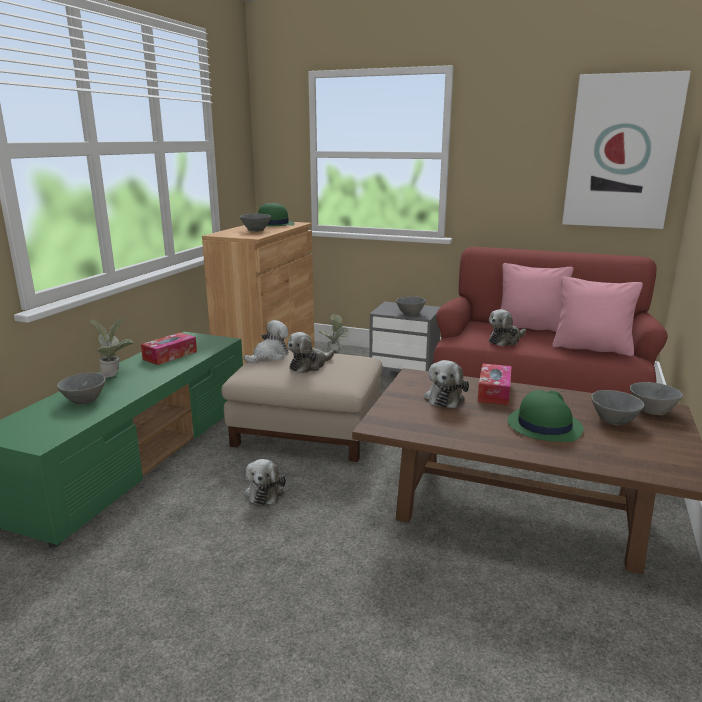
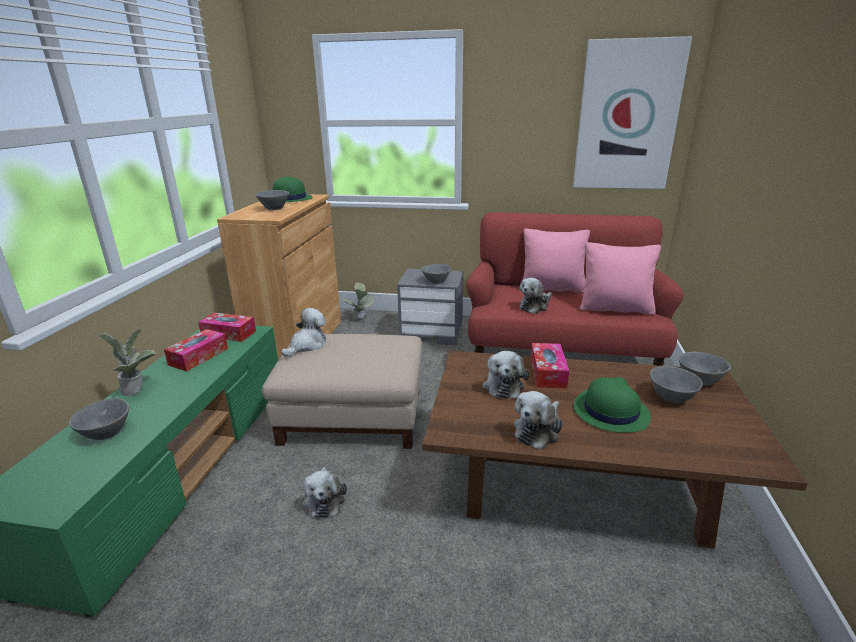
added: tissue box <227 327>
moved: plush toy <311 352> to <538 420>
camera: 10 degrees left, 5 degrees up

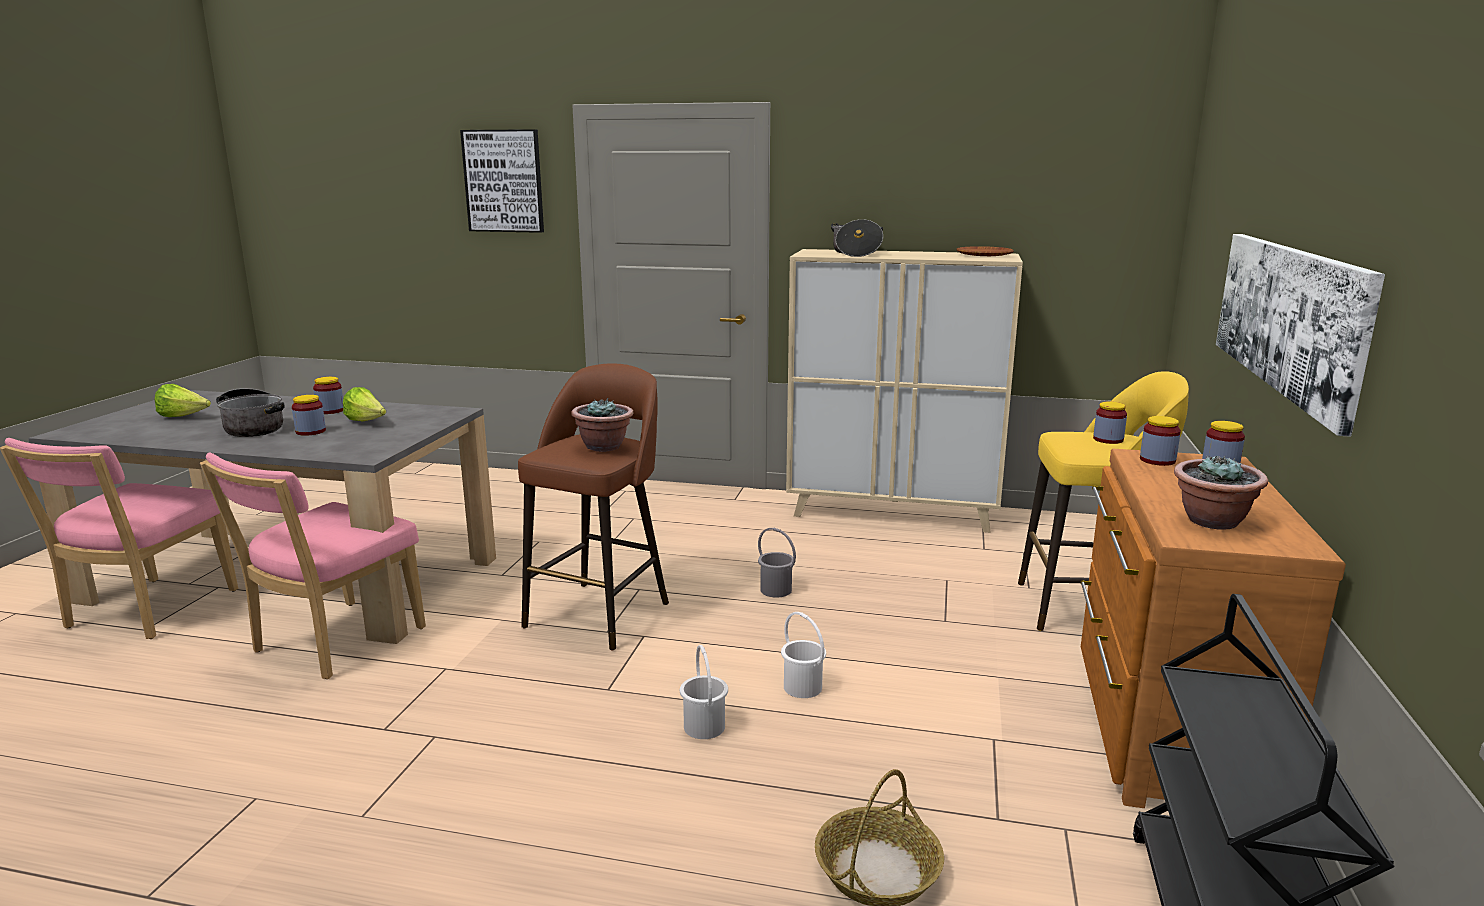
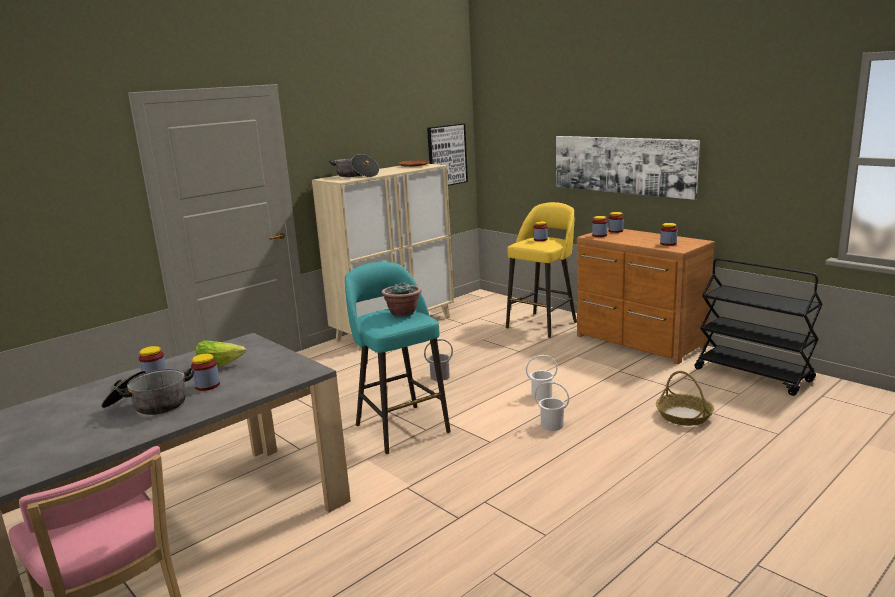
removed: lettuce head <183 400>; pink-coloured plain chair <313 566>
moved: picture <502 181> to <447 154>
replaced: houseplant <1221 492> to jar <668 234>
recoloured: brown sitting stool <593 507> to turquoise sitting stool <398 358>
camera: 55 degrees left, 0 degrees up

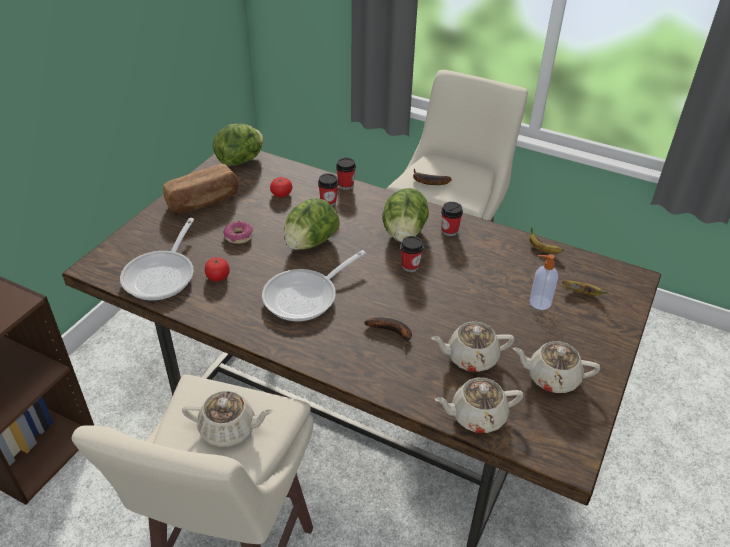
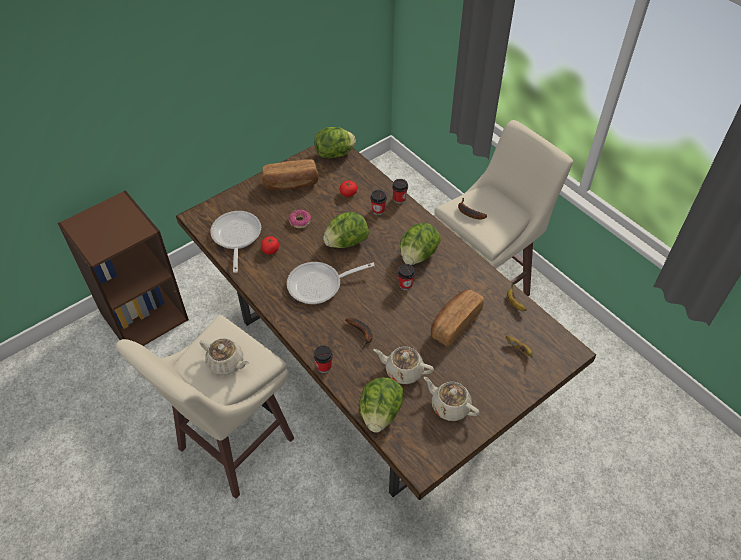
removed: soap dispenser <543 282>
added: bakery bread <457 317>
moved: drinking cup <452 219> to <323 359>
replaced: beige-coloured tea pot <479 405> to lettuce head <381 405>
turned: pan <157 259> = <235 242> 135 degrees clockwise
camera: 25 degrees right, 10 degrees up

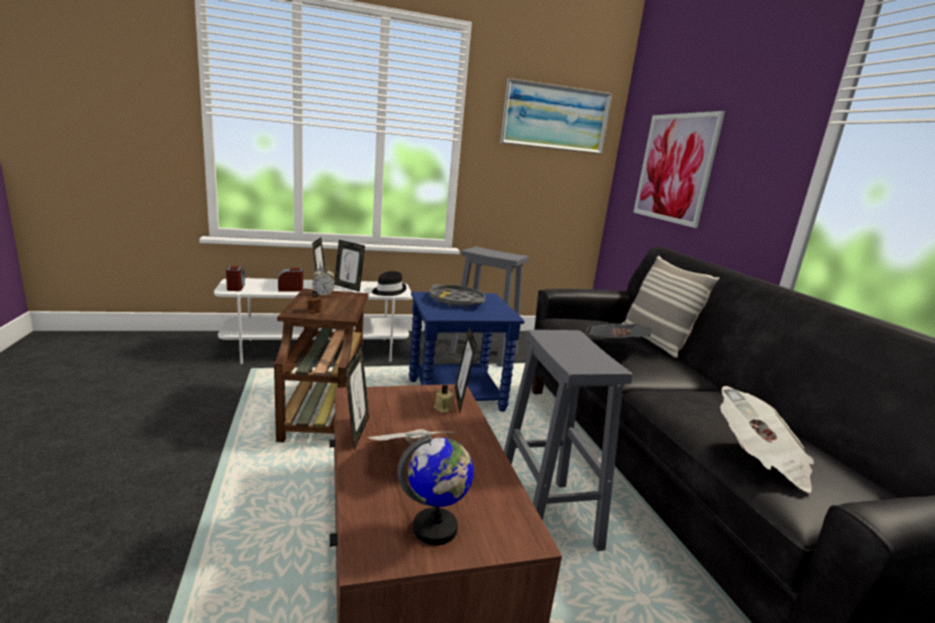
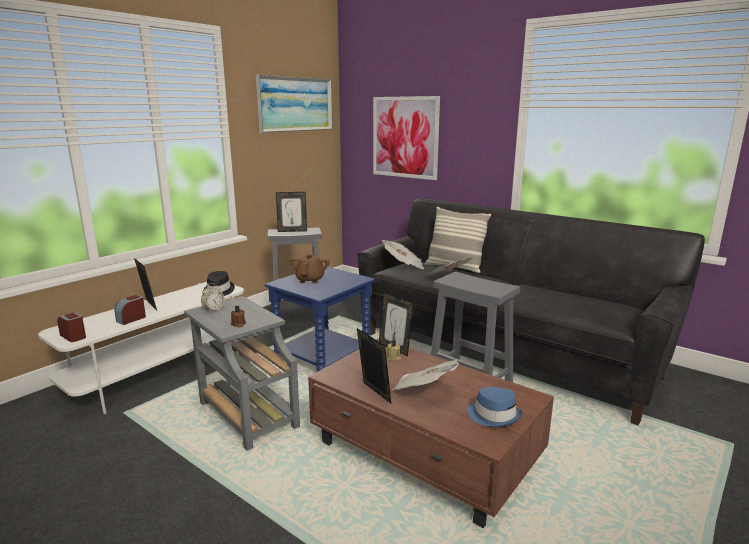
moved: photo frame <349 266> to <291 212>; printed paper <767 439> to <403 254>
replaced: desk globe <436 489> to blue-coloured clothing hat <494 407>; gray tray <457 295> to brown tea pot <309 268>
recoloured: brown side table <321 365> to gray side table <242 373>
camera: 35 degrees left, 0 degrees up

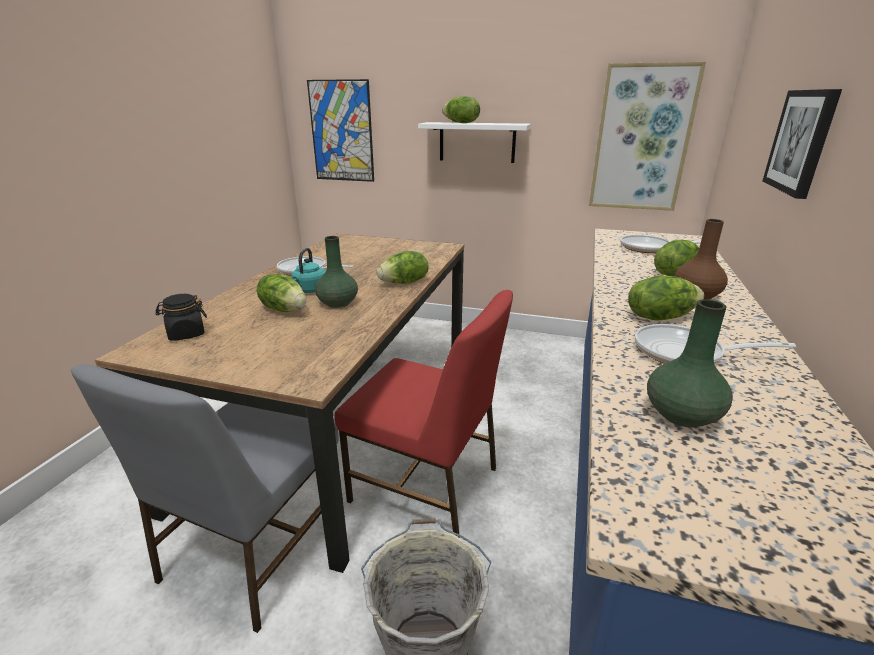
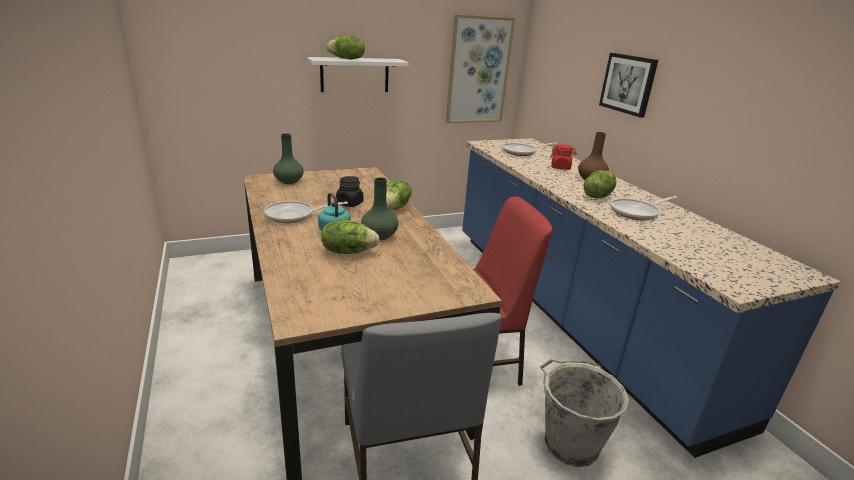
removed: picture <340 130>
moved: black jar <181 317> to <349 191>; green-coloured flower vase <690 363> to <288 158>
replaced: lettuce head <676 258> to red jar <563 157>
camera: 40 degrees left, 0 degrees up

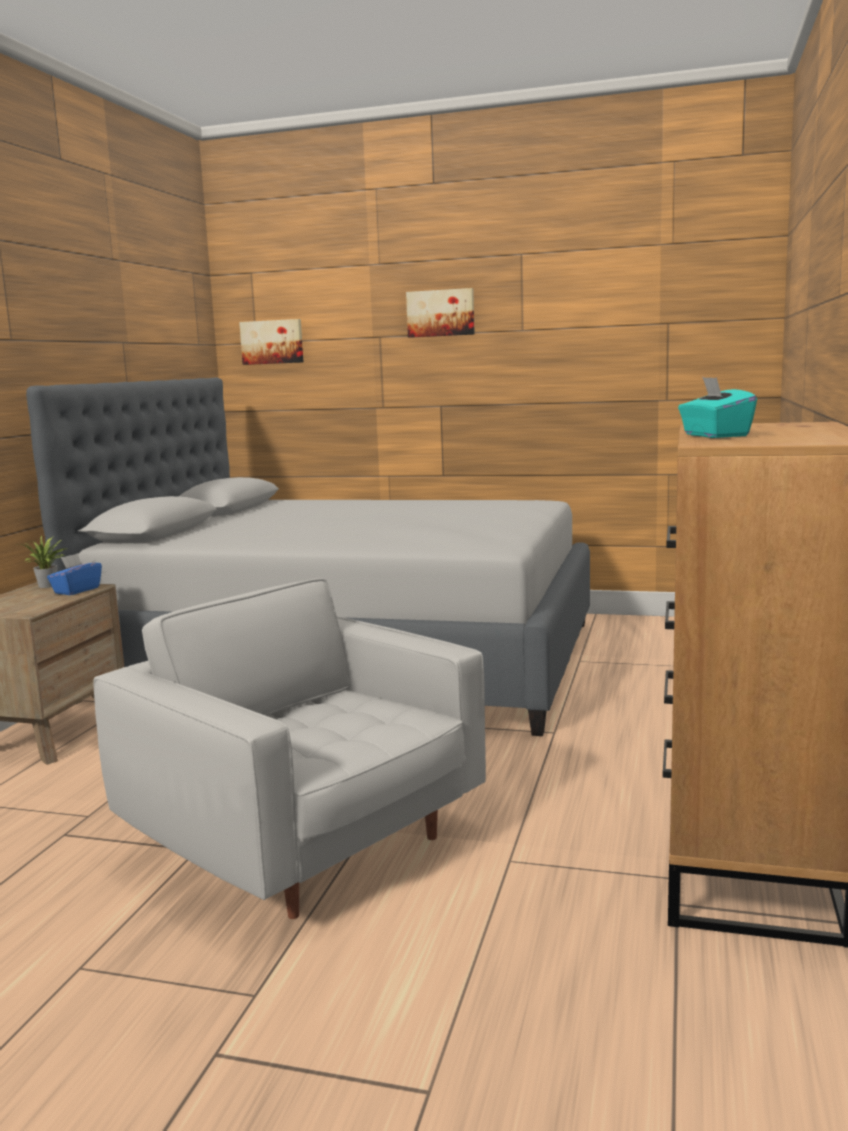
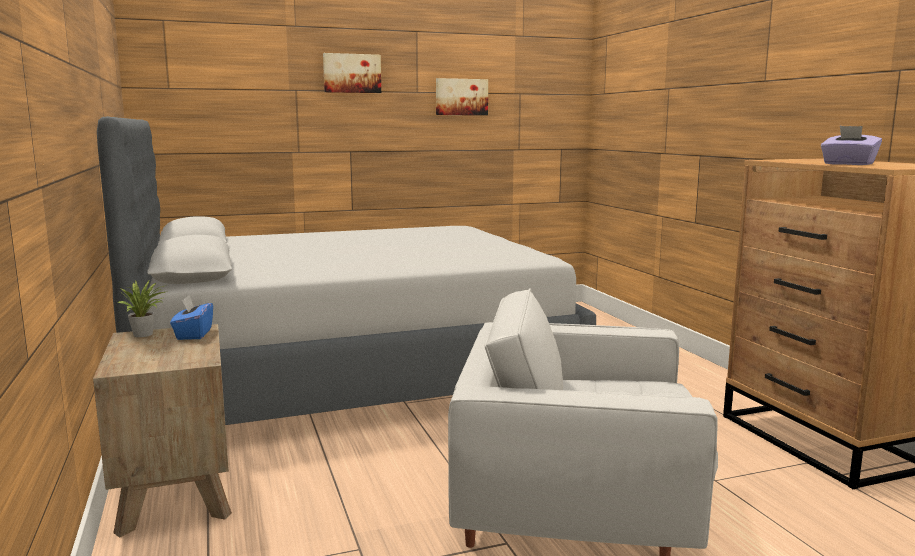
moved: picture <271 342> to <462 96>
recoloured: turquoise tissue box <717 407> to purple-coloured tissue box <851 145>
camera: 35 degrees left, 0 degrees up

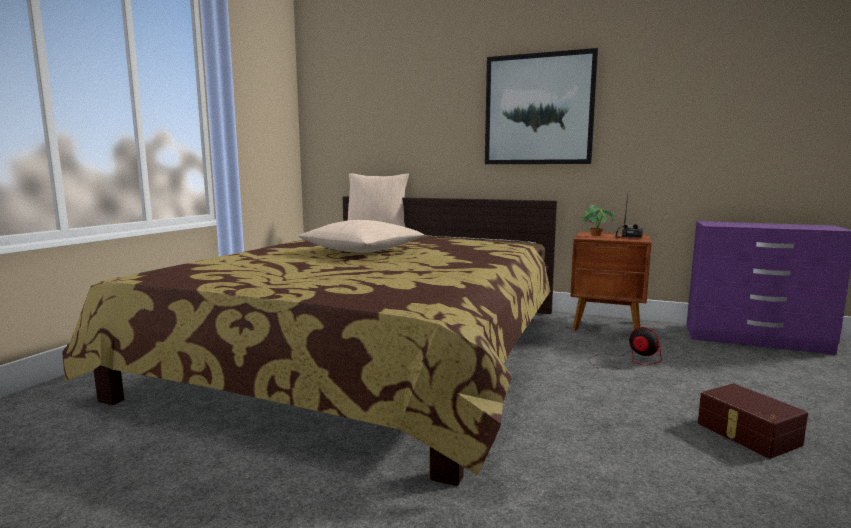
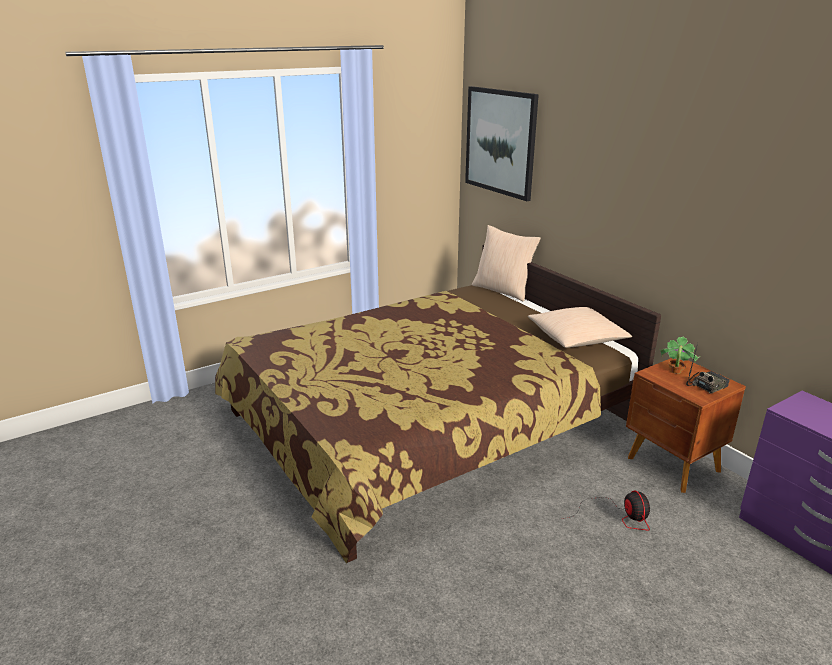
removed: brown storage container <753 421>
moved: beige-coloured pillow <361 236> to <580 327>; picture <541 106> to <502 143>
camera: 35 degrees right, 15 degrees up

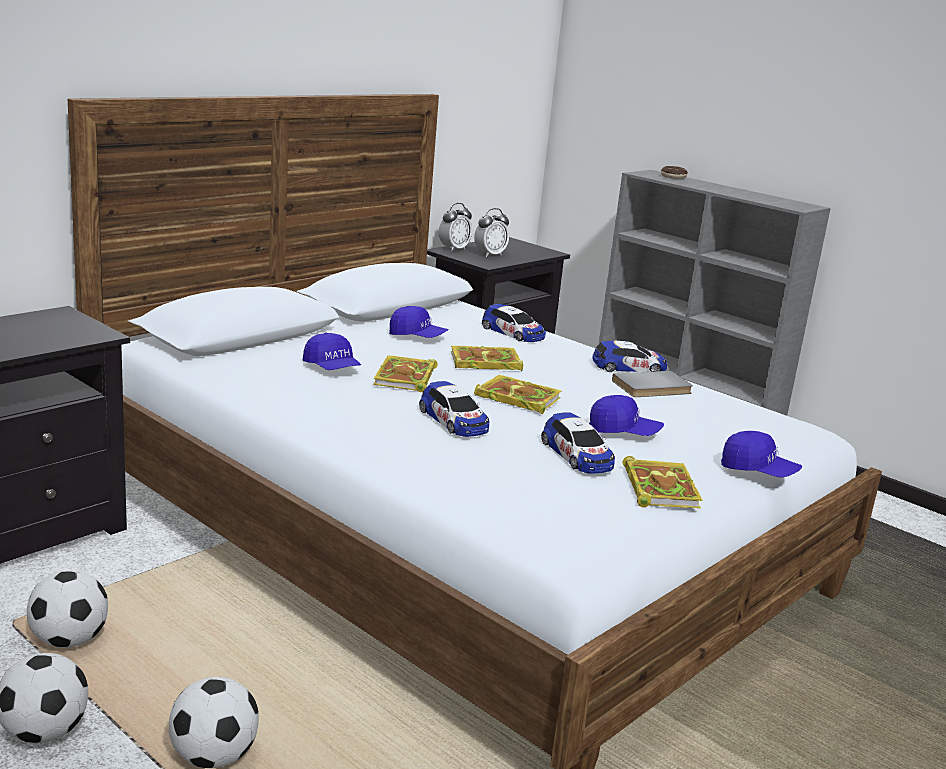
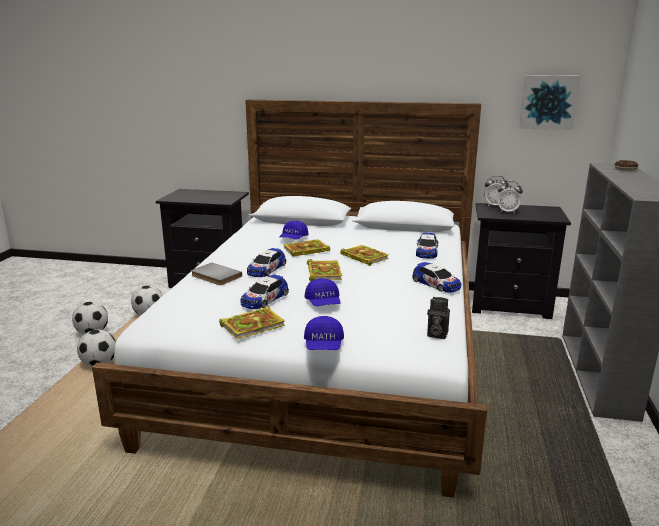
removed: blue-coloured cap <419 322>
added: photo camera <438 318>; picture <550 102>
moved: gray volume <652 384> to <216 274>
camera: 60 degrees right, 0 degrees up

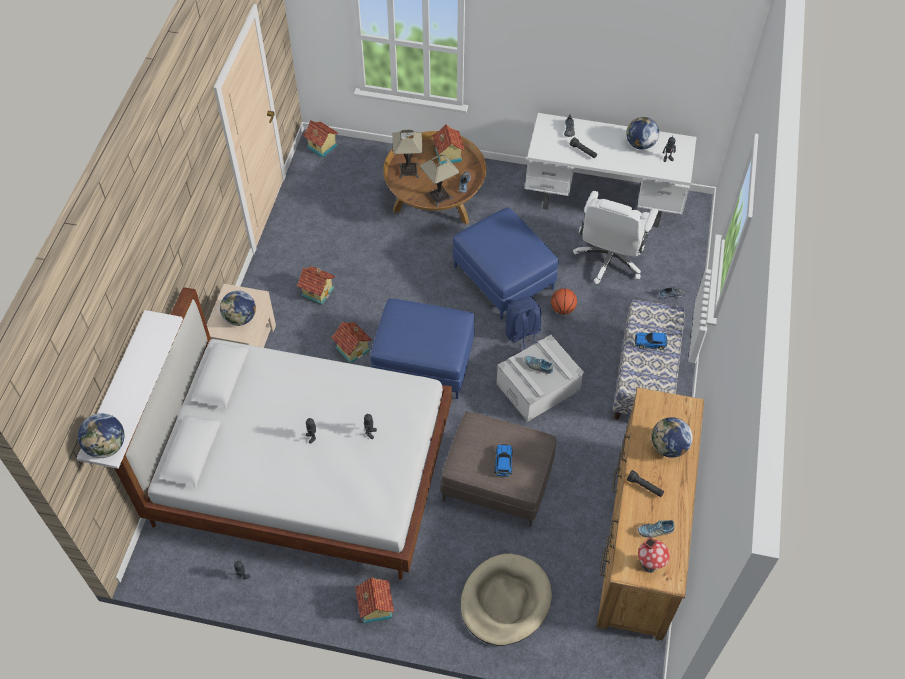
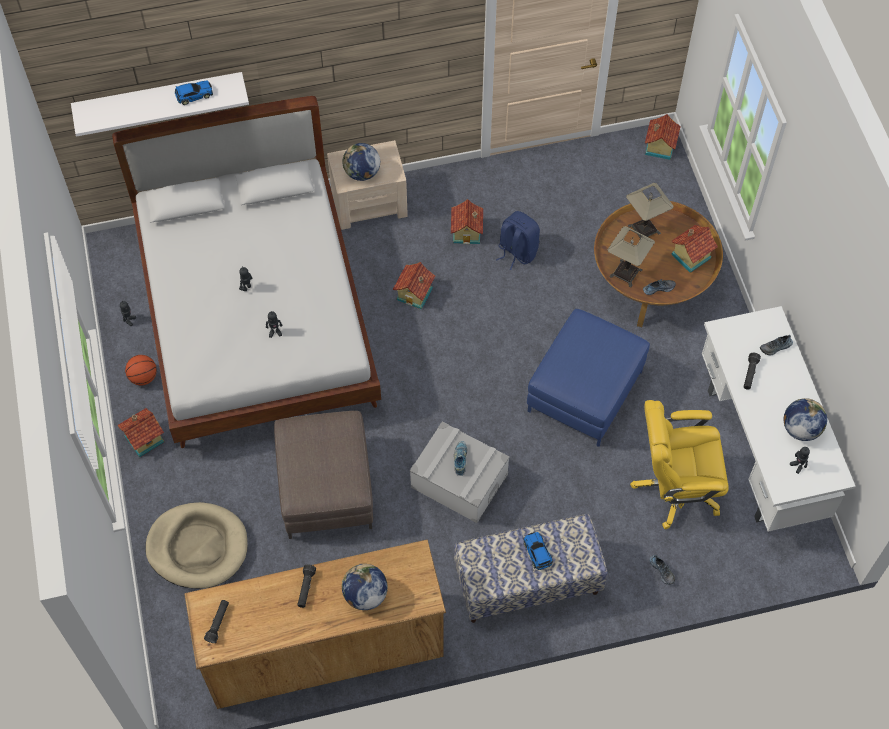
removed: desk globe <101 435>; blue-coloured footrest <422 349>; low shoe <656 529>
moved: toy car <503 460> to <194 92>; blue-coloured knapsack <523 323> to <518 240>; basketball <564 301> to <141 370>
replaced: toy house <654 555> to black torch <216 621>
recoloured: white office chair <615 237> to yellow-coloured office chair <679 464>
camera: 65 degrees right, 5 degrees up

